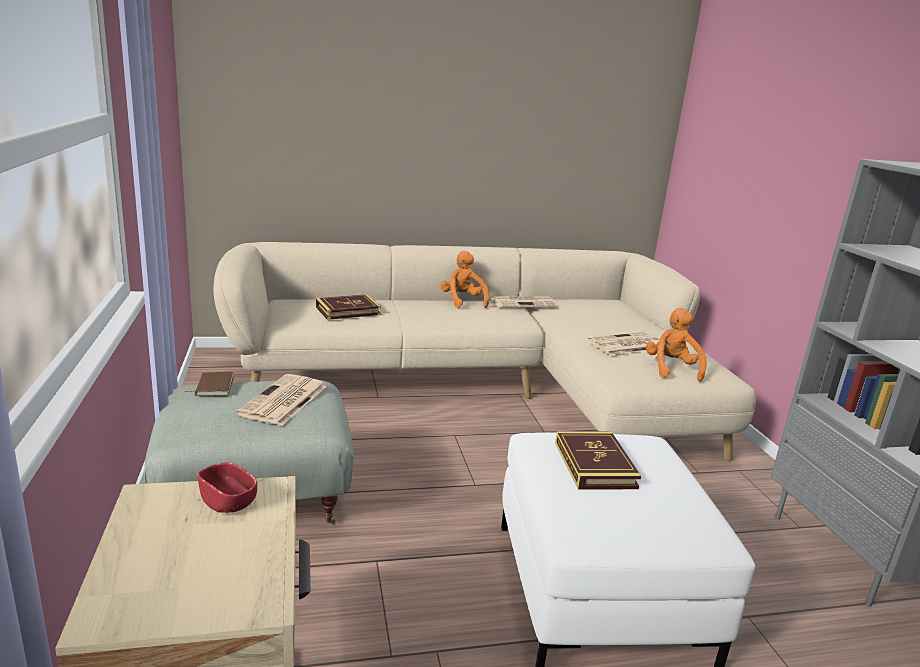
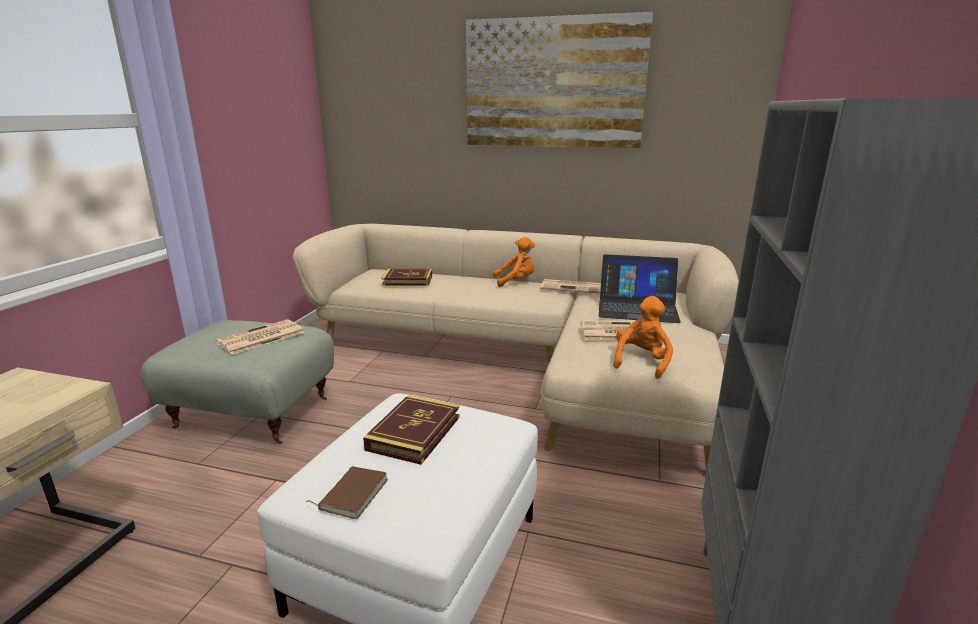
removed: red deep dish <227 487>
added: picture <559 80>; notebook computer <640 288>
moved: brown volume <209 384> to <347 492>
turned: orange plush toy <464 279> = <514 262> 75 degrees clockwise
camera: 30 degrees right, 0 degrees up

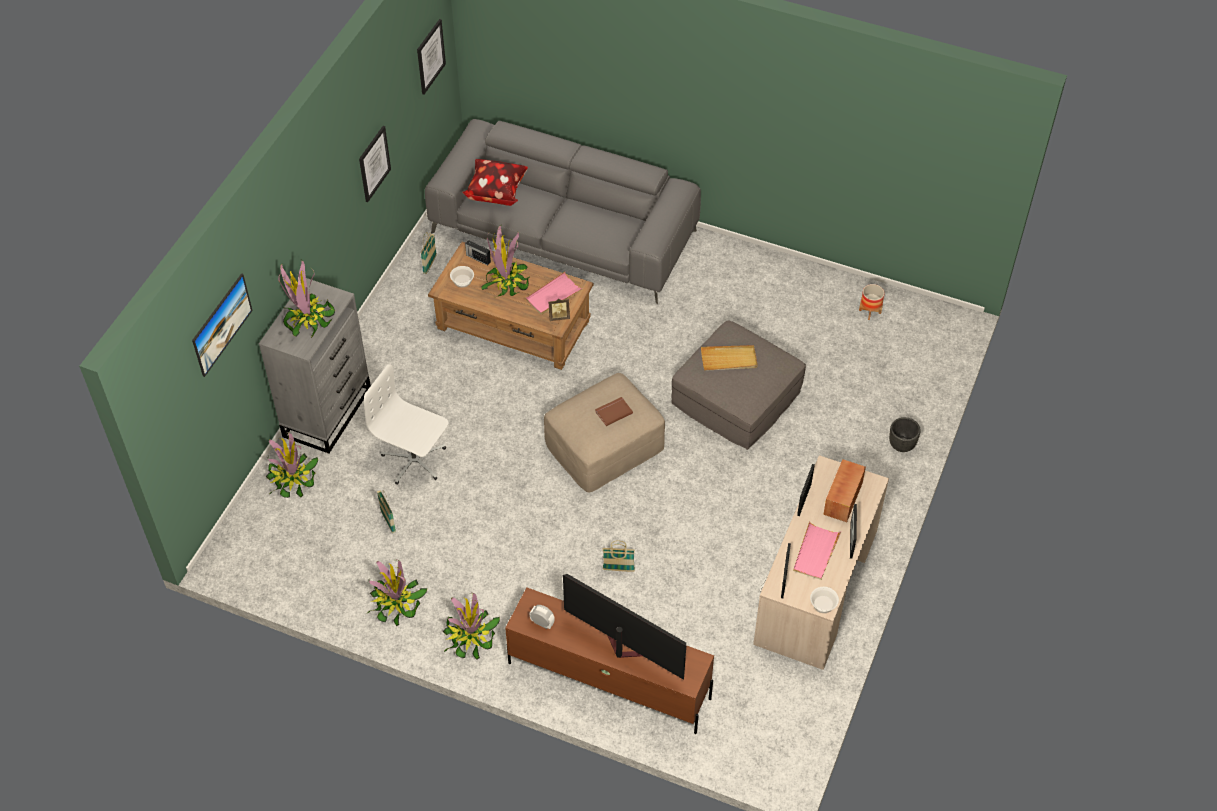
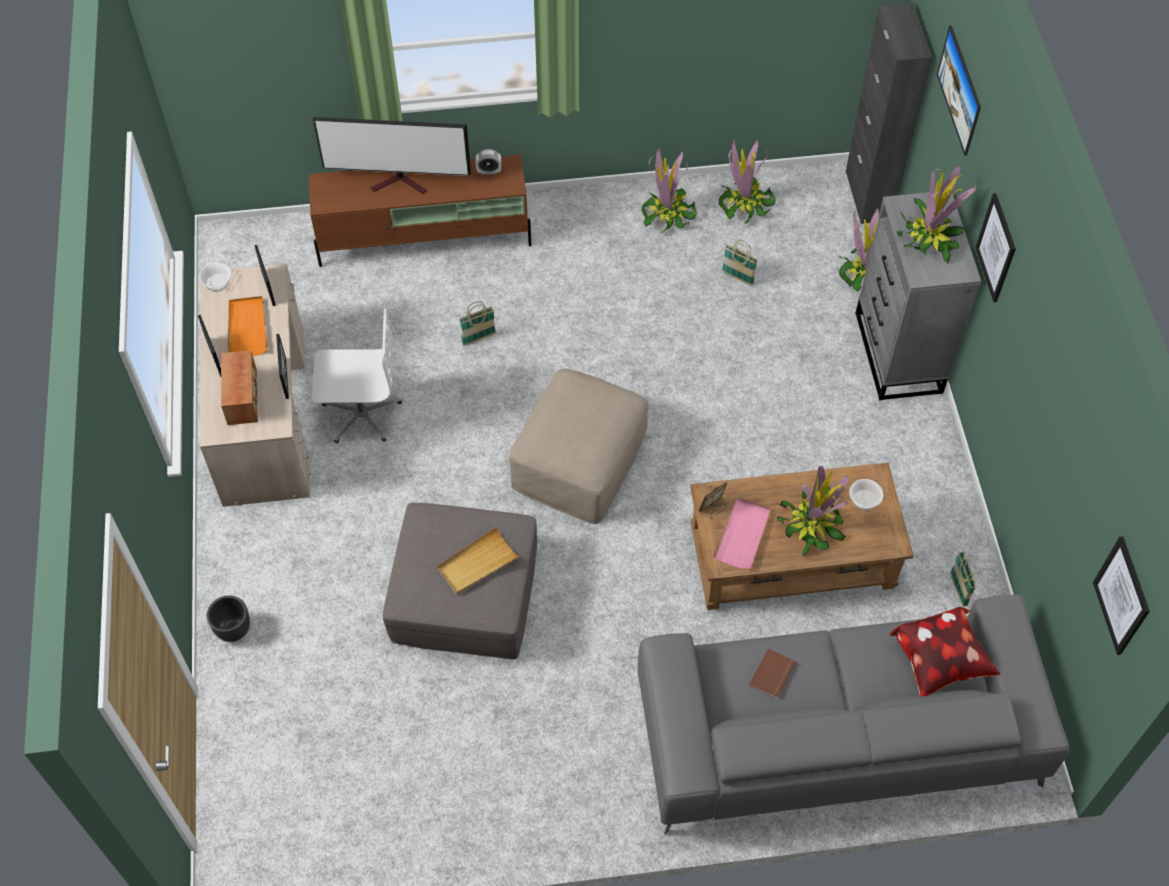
removed: radio set <478 253>; flower pot <871 302>
added: black cupboard <889 113>
moved: picture <375 164> to <995 247>; white office chair <406 424> to <357 376>; houseplant <471 626> to <747 181>; brown volume <614 411> to <772 674>
recoloured: pink-coloured tray <817 550> to orange tray <247 326>
camera: 150 degrees right, 5 degrees up

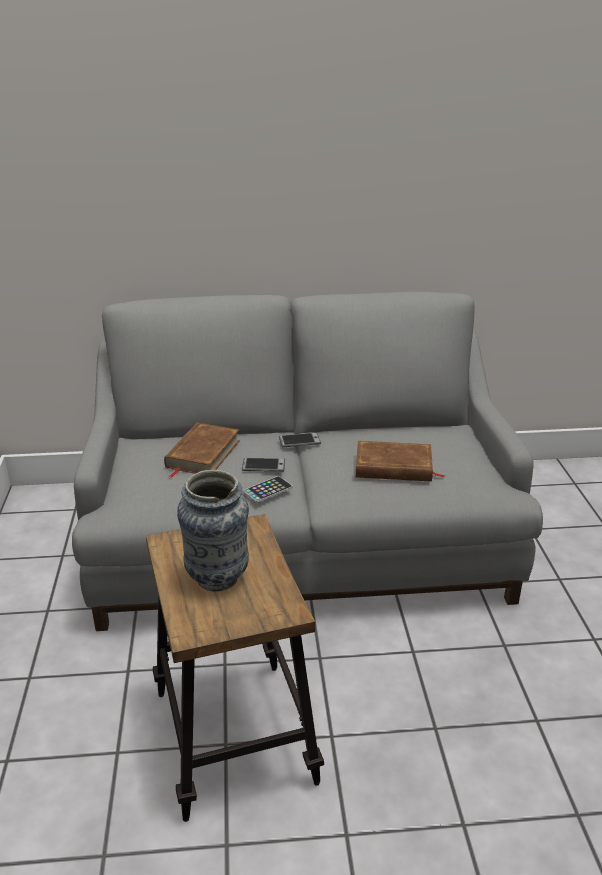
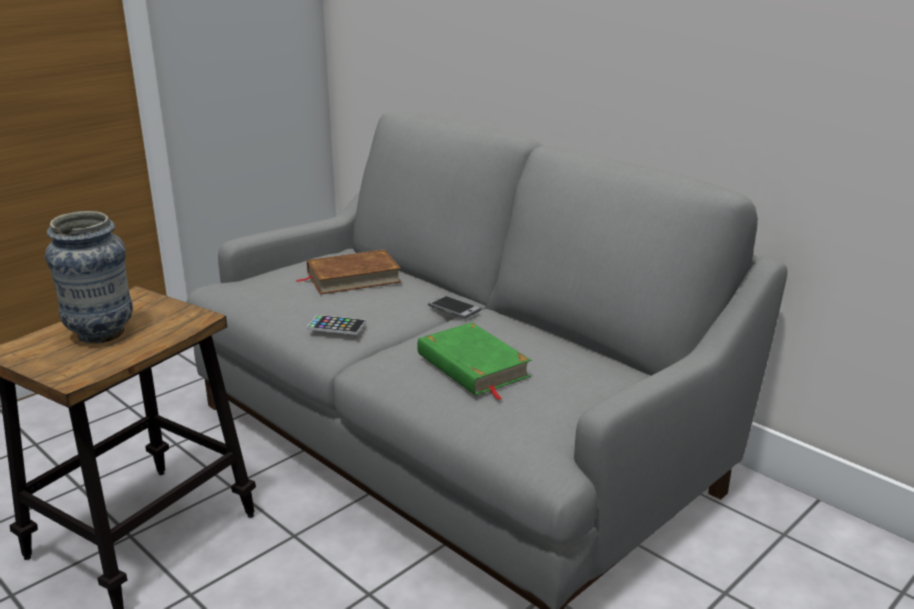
removed: telephone <263 465>
recoloured: brown volume <400 461> to green-coloured volume <474 361>
camera: 50 degrees right, 5 degrees down

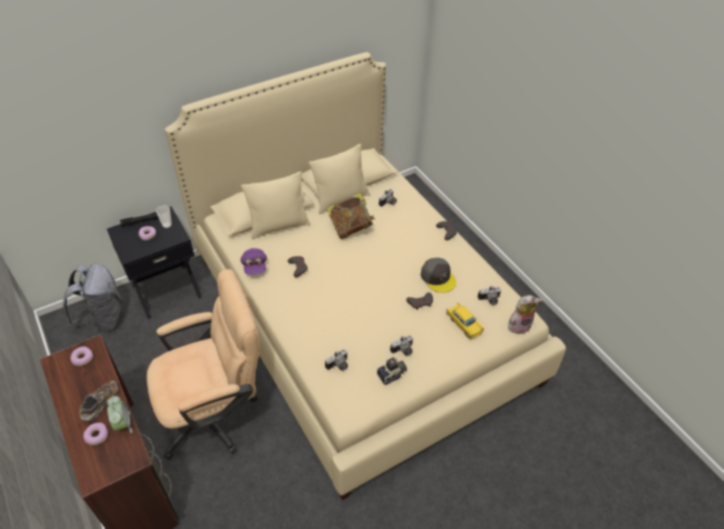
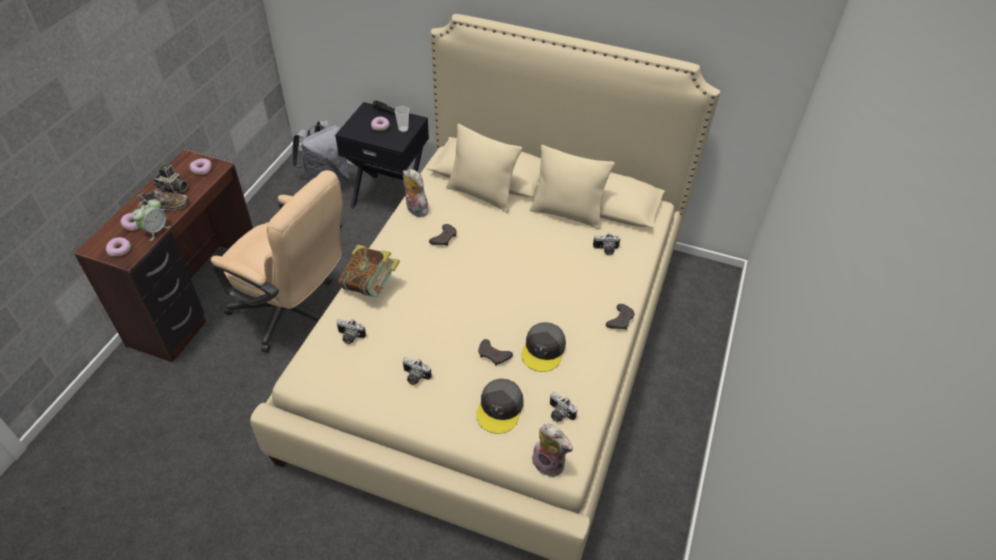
added: ring doughnut <118 247>
moved: volume <350 216> to <369 271>; photo camera <392 370> to <170 178>
replaced: purple-coloured cap <253 261> to plush toy <416 193>; yellow-coloured toy car <465 321> to gray cap <500 406>
camera: 50 degrees right, 0 degrees up

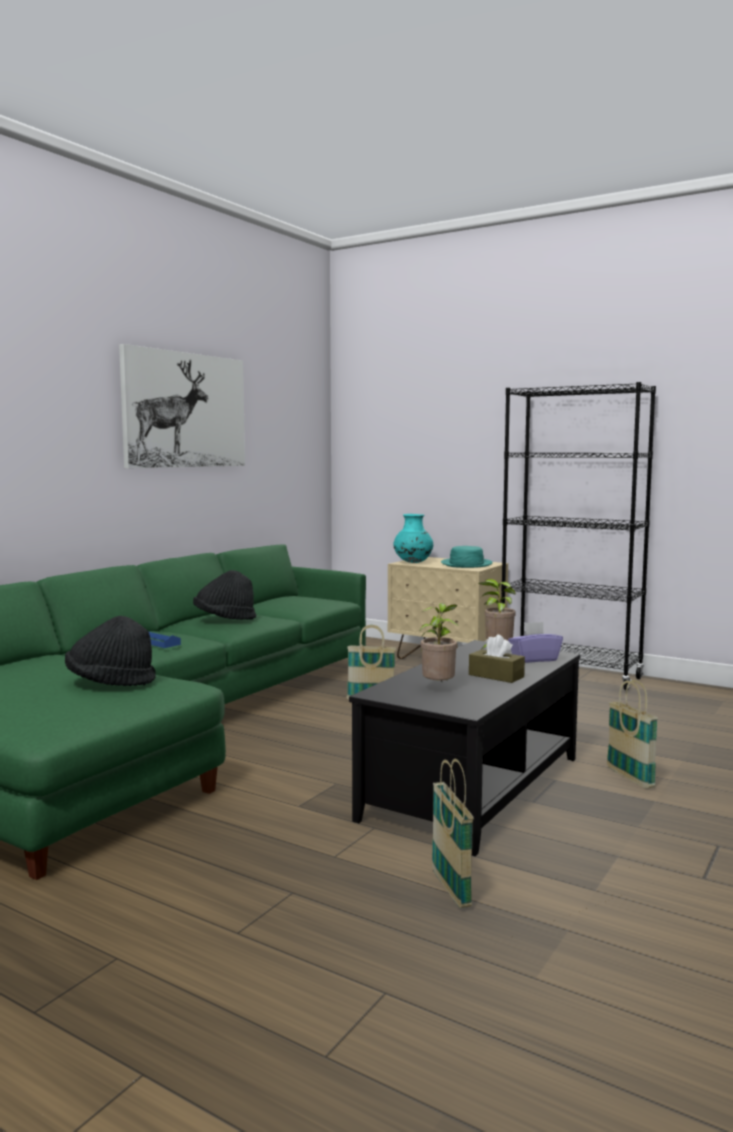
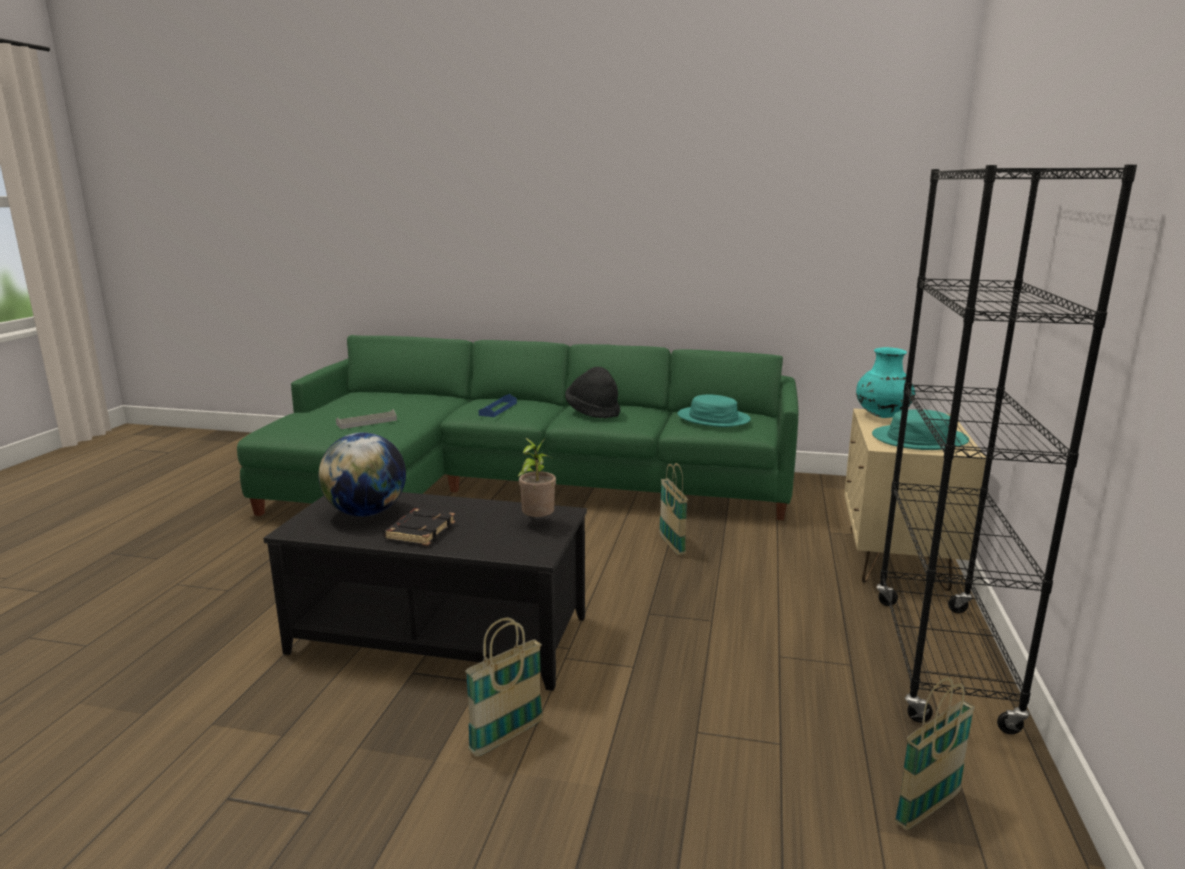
removed: picture <182 406>; purple-coloured tissue box <535 642>
added: turquoise clothing hat <714 410>
moved: storage basket <453 833> to <935 753>
replaced: black clothing hat <110 651> to gray tray <366 419>; houseplant <440 642> to desk globe <362 474>; brown tissue box <497 659> to black volume <419 527>
camera: 70 degrees right, 10 degrees up

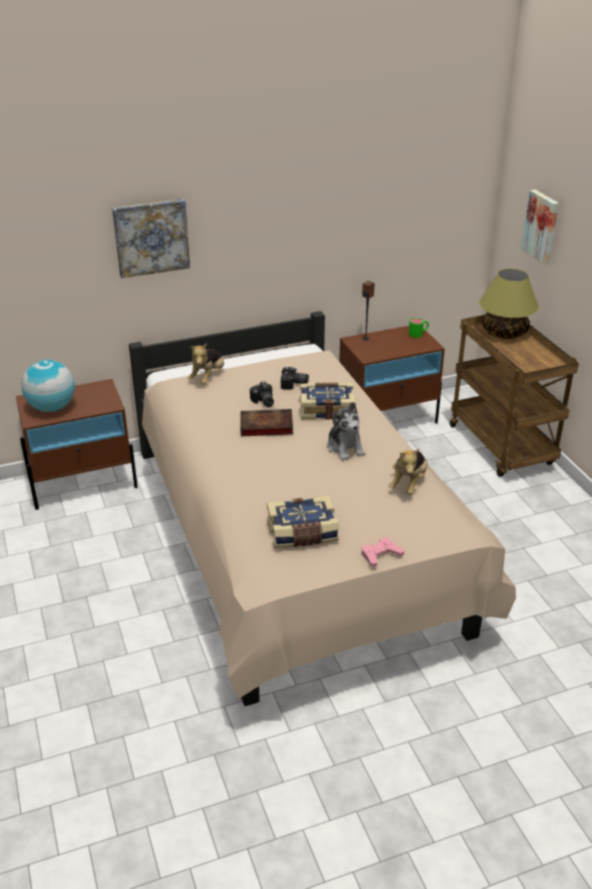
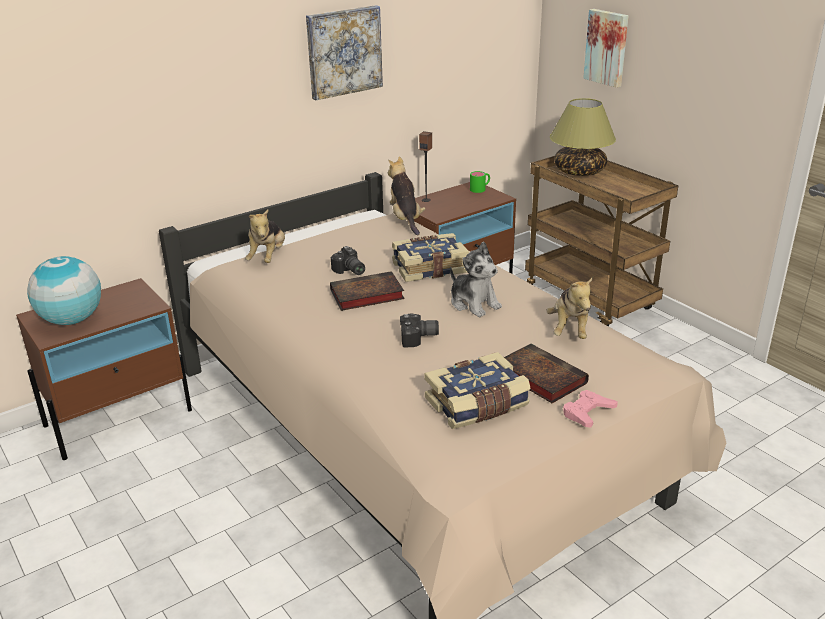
added: plush toy <406 195>; volume <546 373>
moved: picture <151 238> to <344 52>; photo camera <295 378> to <419 330>
camera: 15 degrees left, 5 degrees down

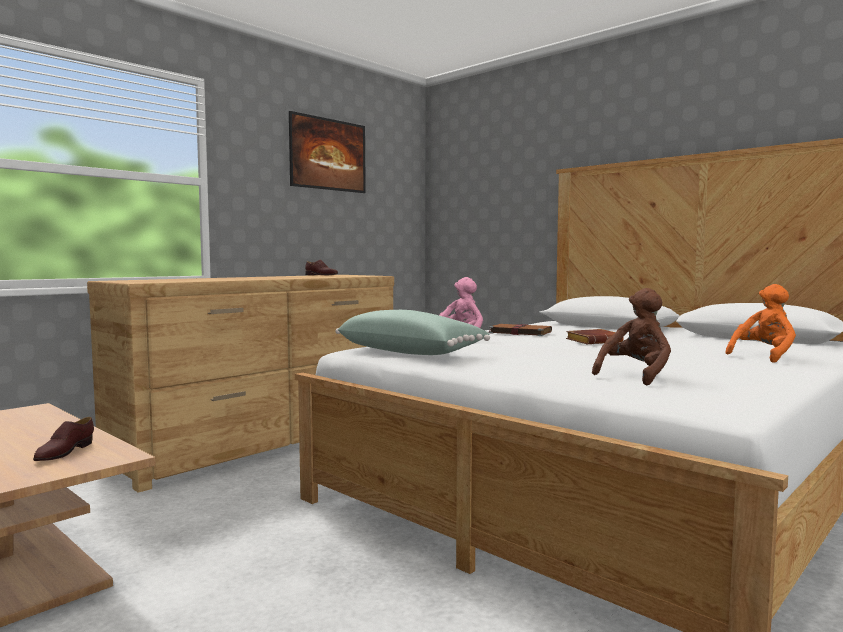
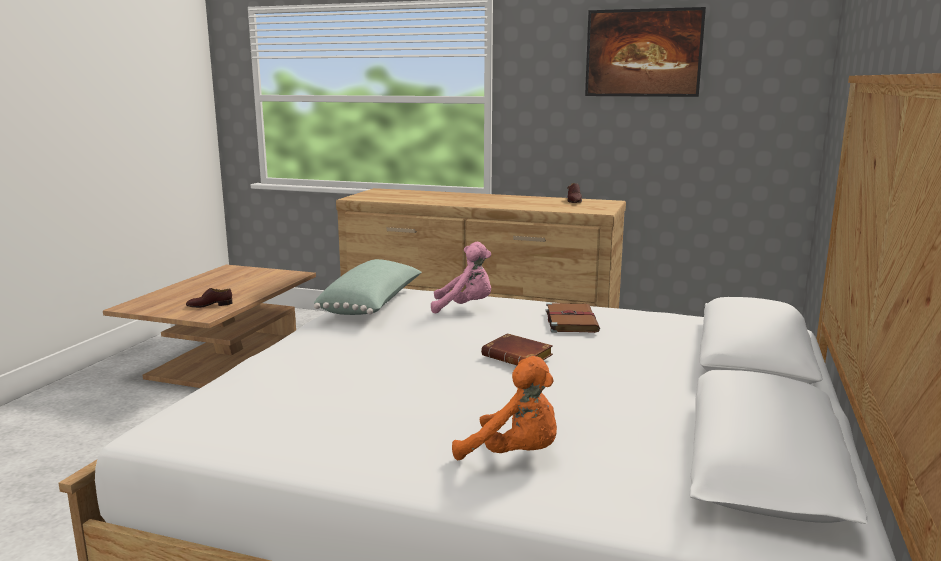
removed: brown plush toy <631 336>
camera: 65 degrees right, 10 degrees up

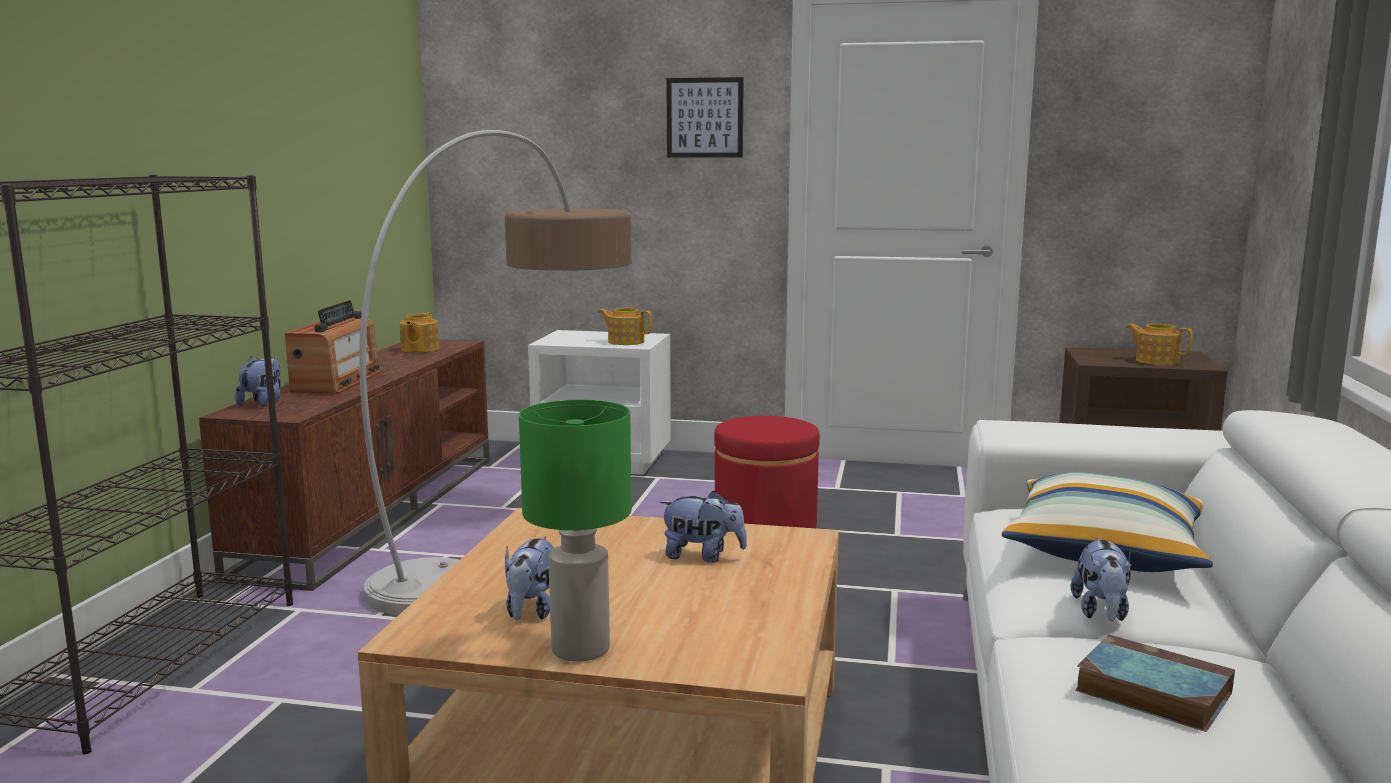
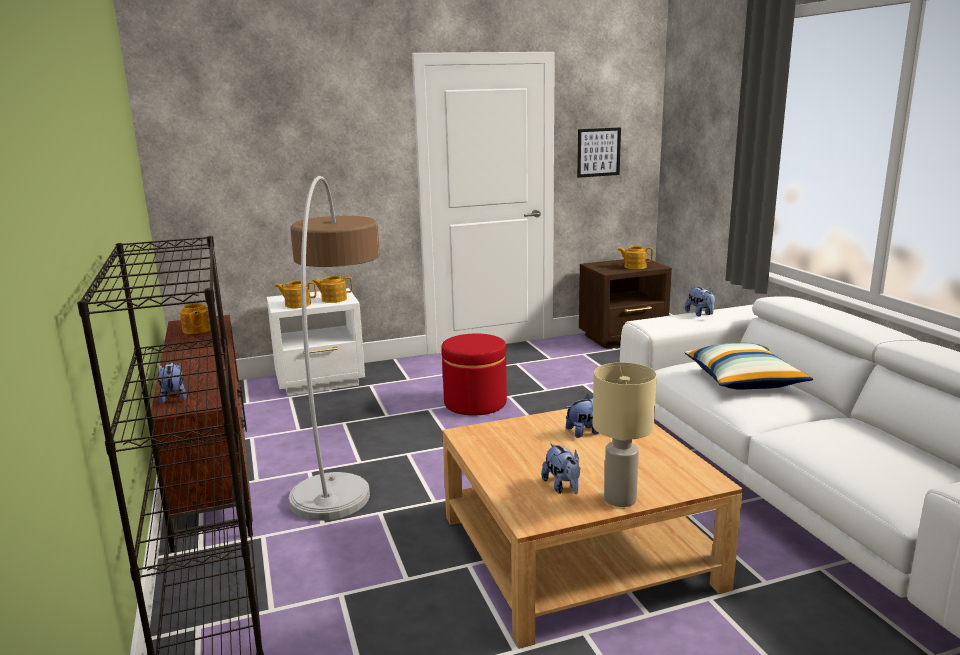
removed: radio set <333 347>; volume <1155 683>
added: tea pot <295 294>
moved: picture <705 117> to <599 152>; plush toy <1101 579> to <700 302>
recoloured: green-coloured lamp for a table <575 531> to beige-coloured lamp for a table <625 434>
camera: 30 degrees left, 5 degrees up

